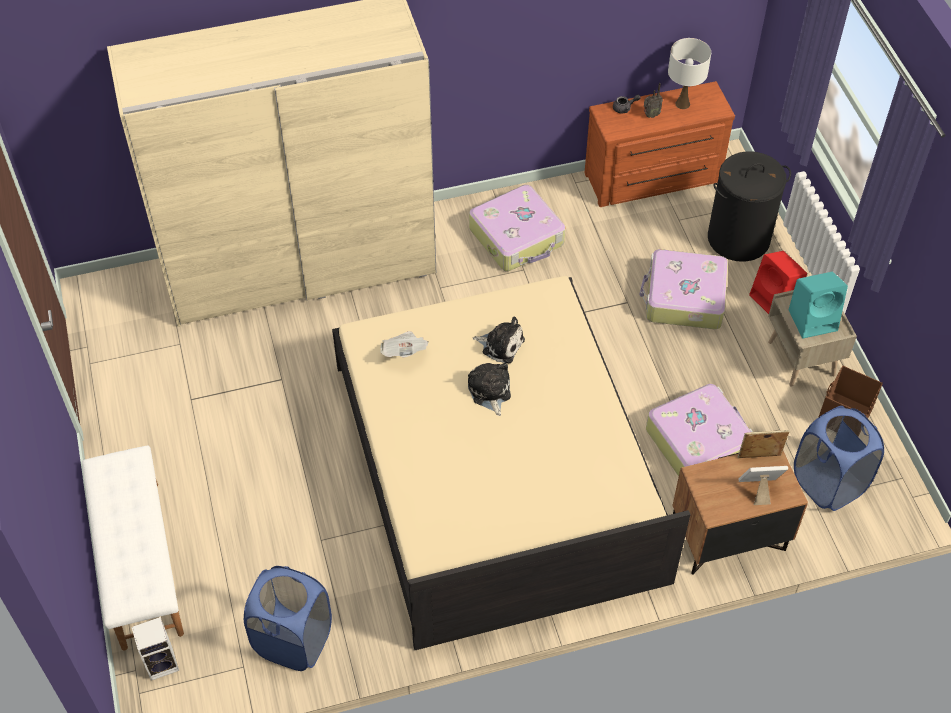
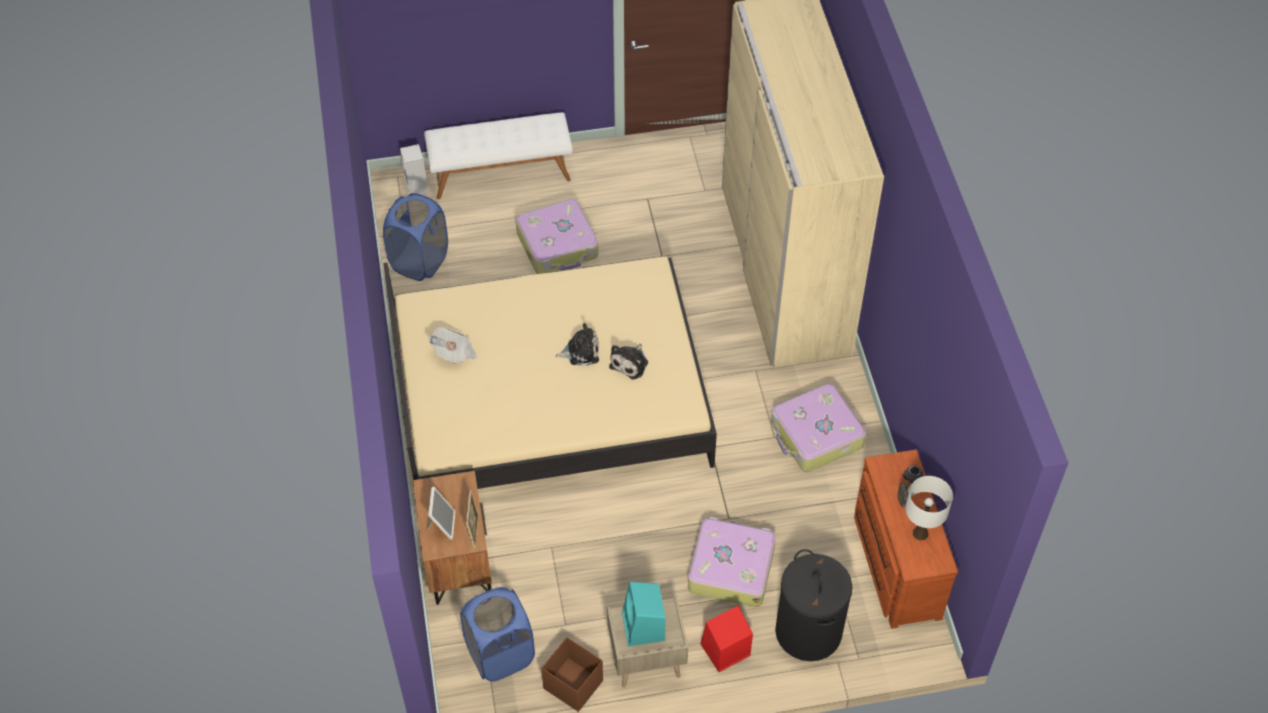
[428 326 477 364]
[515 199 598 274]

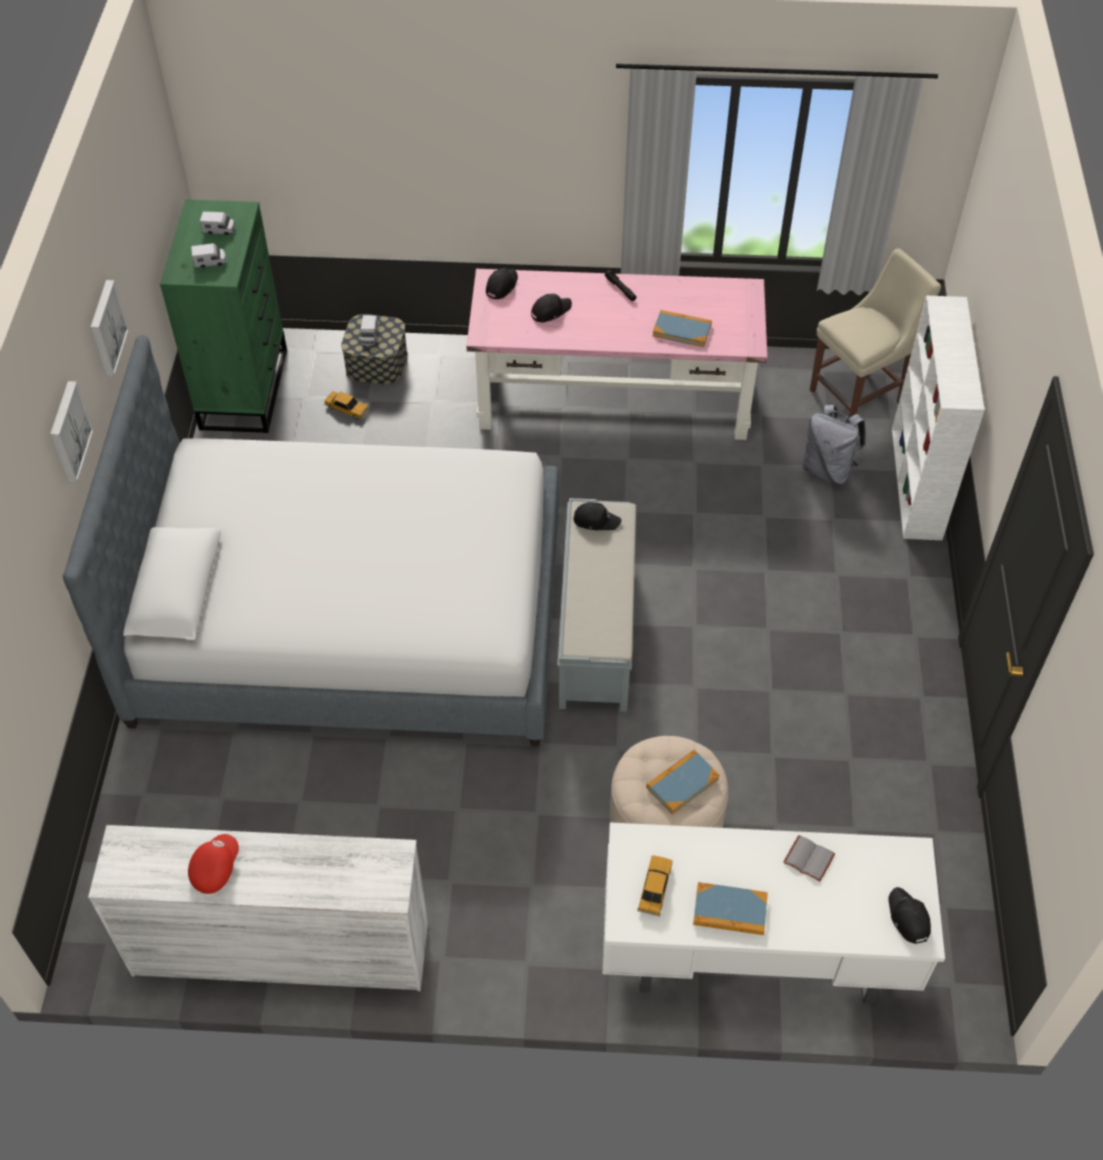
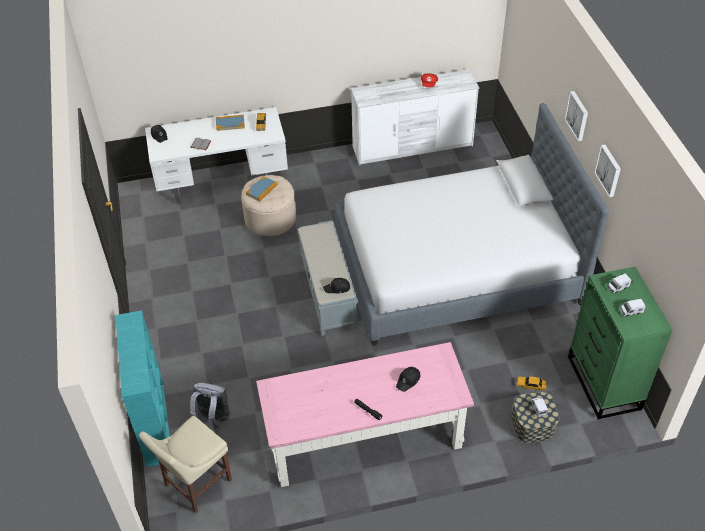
[486 268 518 299] (first image)
[652 310 712 347] (first image)
[115 310 170 467]

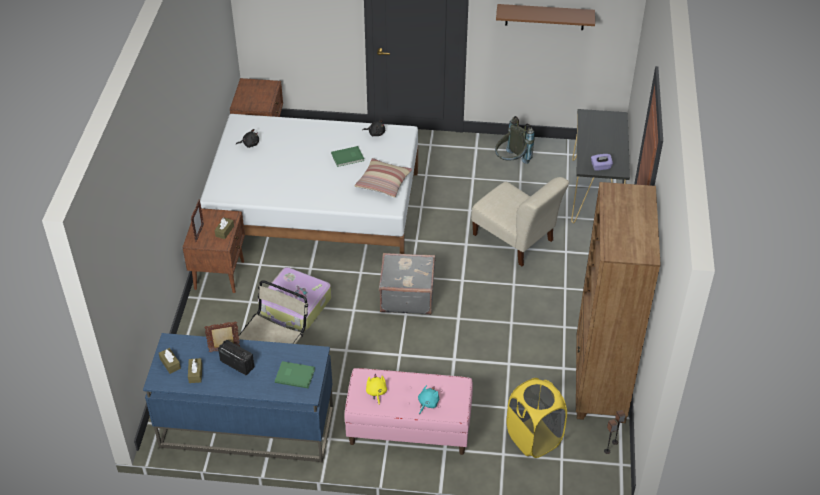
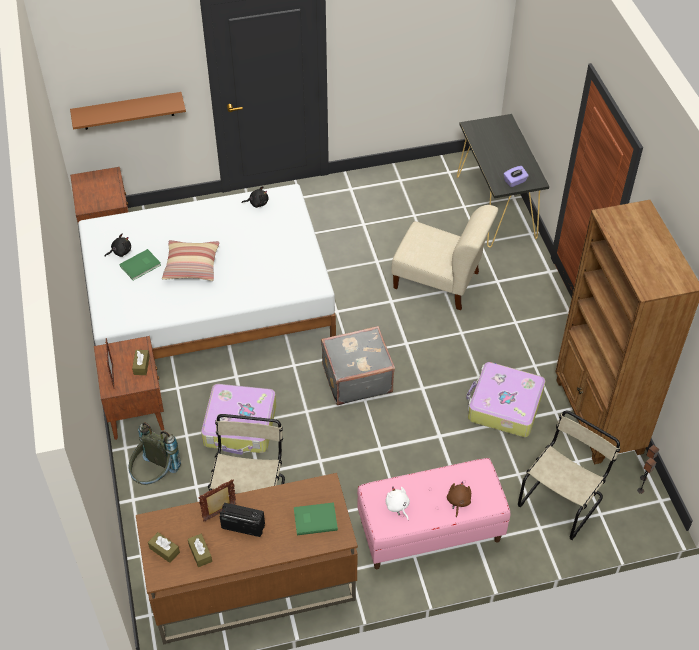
[136 473 358 645]
[119 249 161 280]
[162 240 219 281]
[385 487 410 520]
[447 481 471 517]
[129 422 181 485]
[70 92 186 130]
[518 411 620 540]
[466 362 545 437]

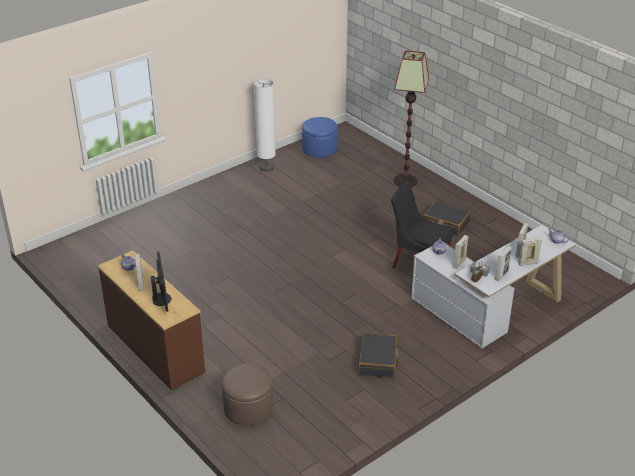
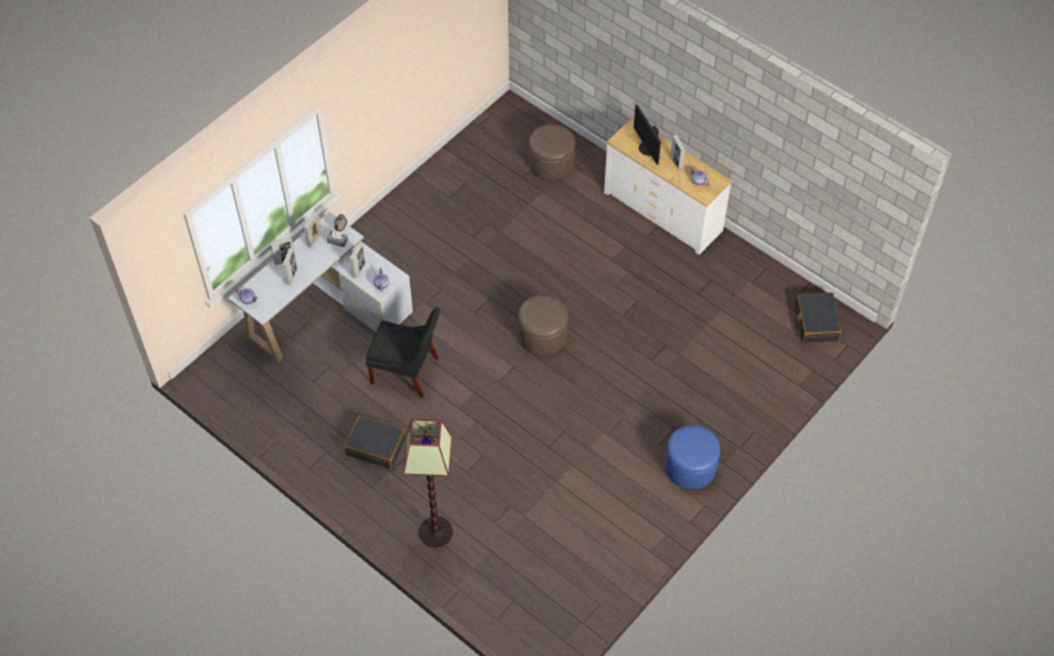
[604 118 732 255]
[254 79 276 172] (first image)
[665 425 720 489]
[795 292 842 343]
[518 295 568 356]

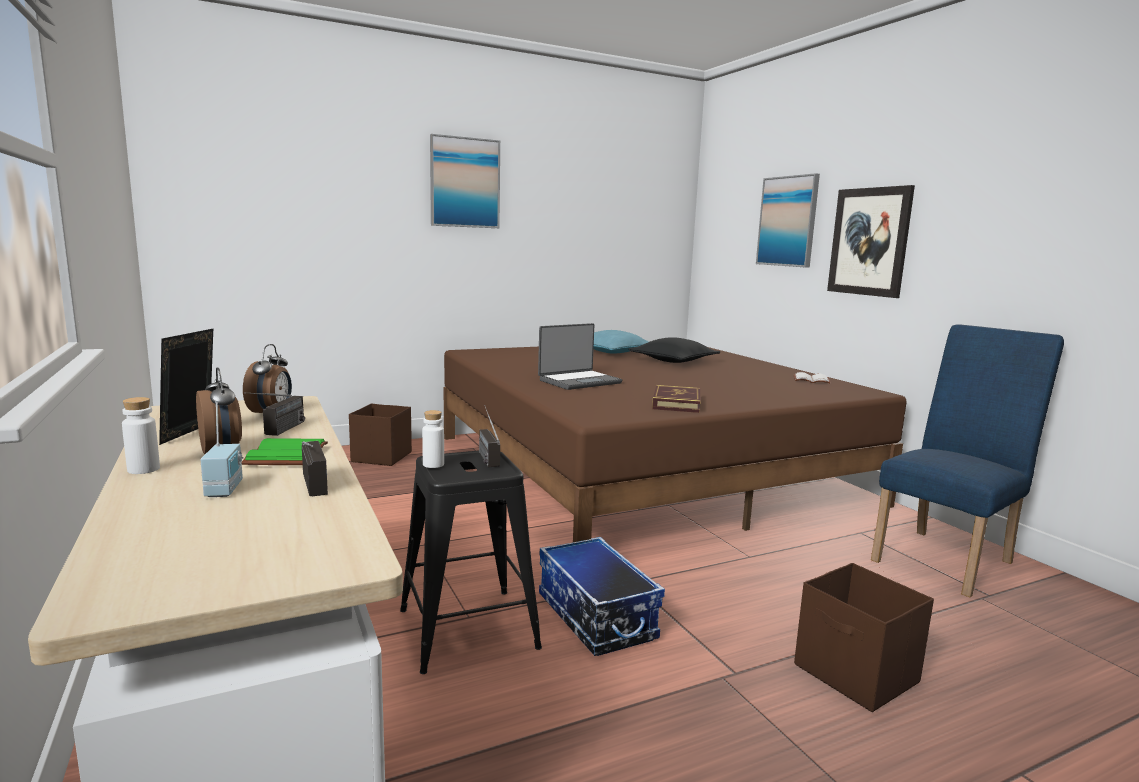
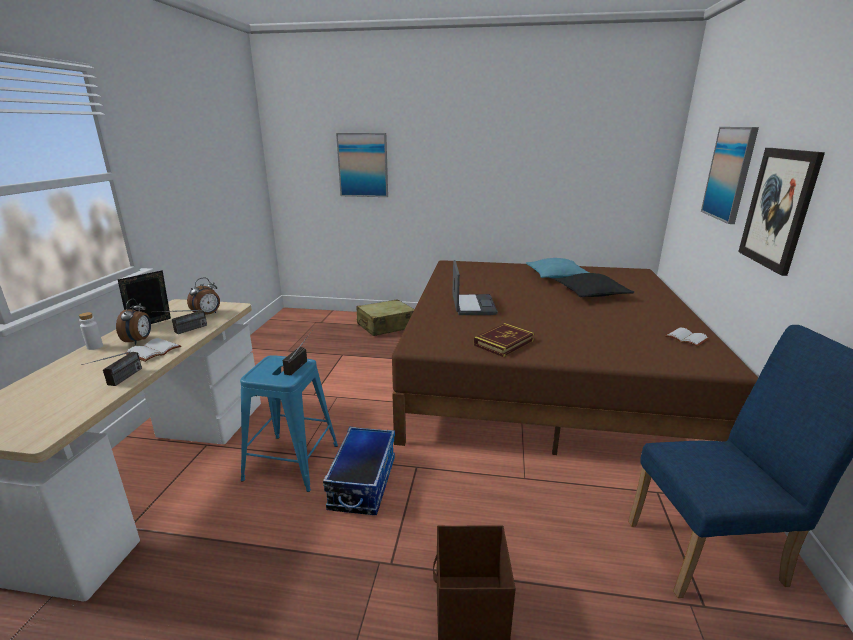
[200 401 243 497] (first image)
[125 338 181 362]
[356 299 415 336]
[240 355 338 492]
[422 410 444 468] (first image)
[336 133 388 197]
[452 260 498 315]

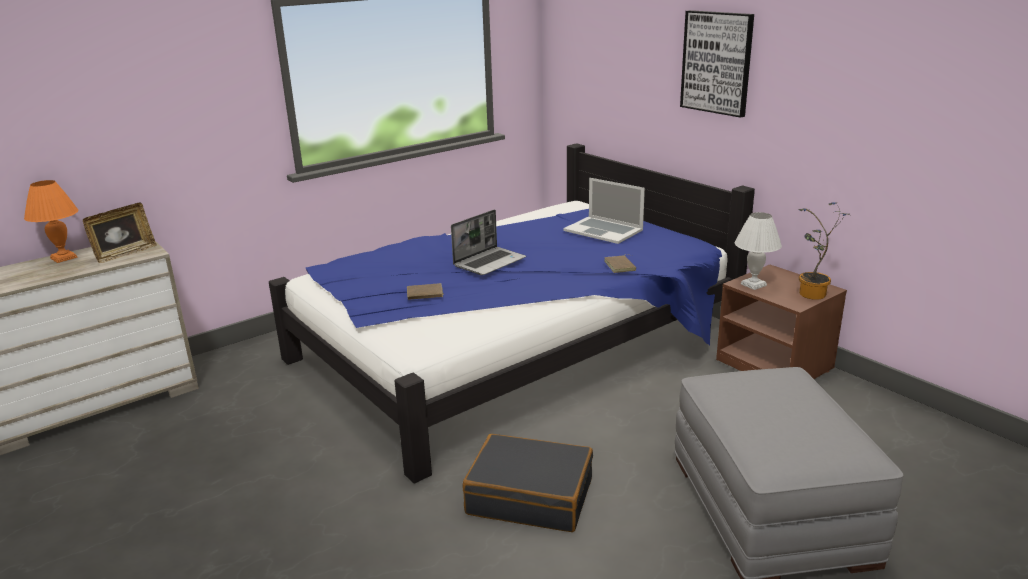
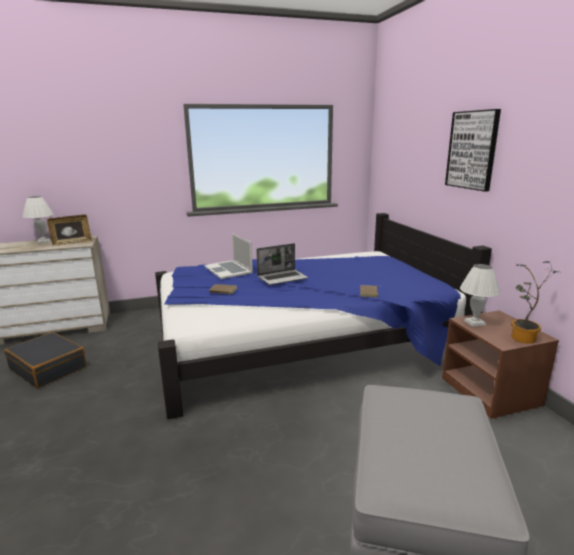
[22 196 54 243]
[4 332 86 388]
[204 233 253 279]

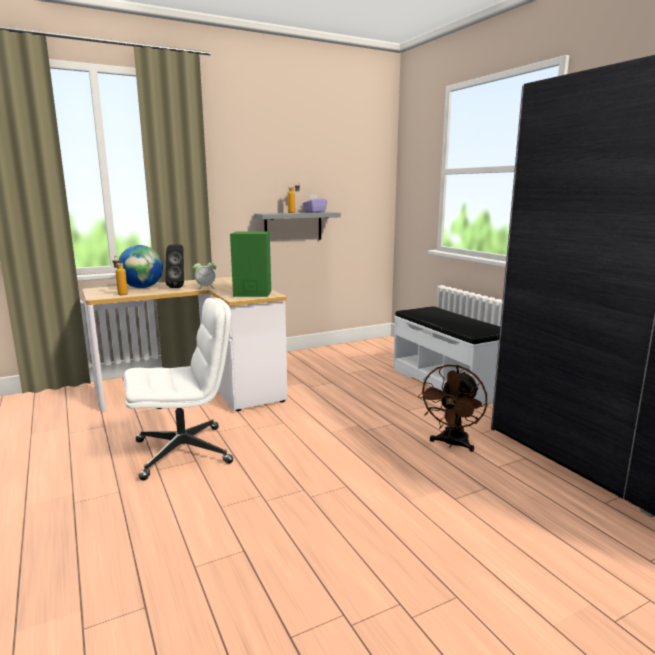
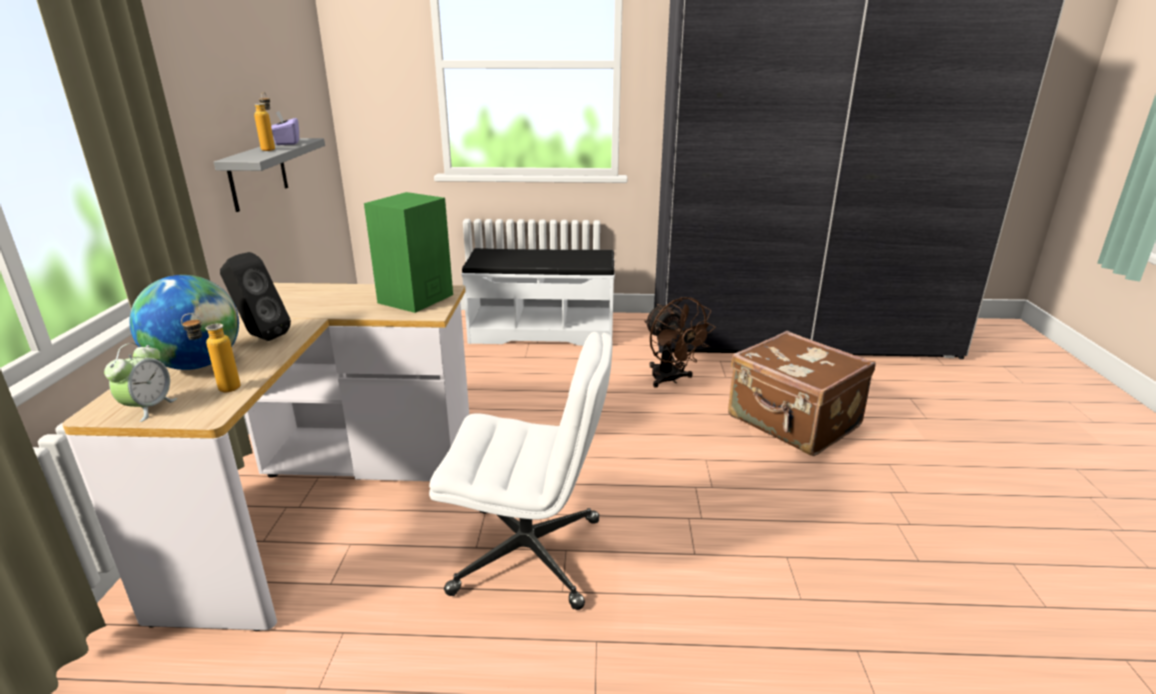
[429 332 612 610]
[104 343 178 422]
[728 331 876 456]

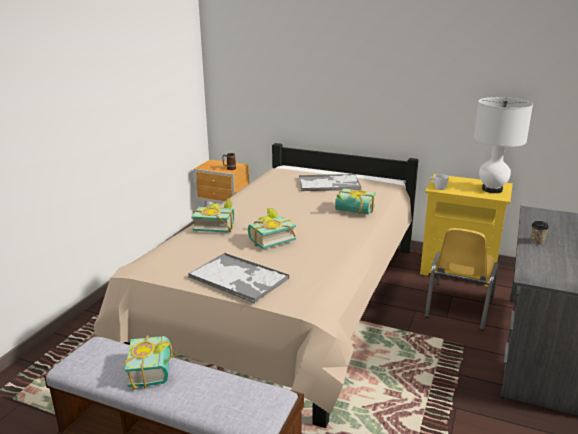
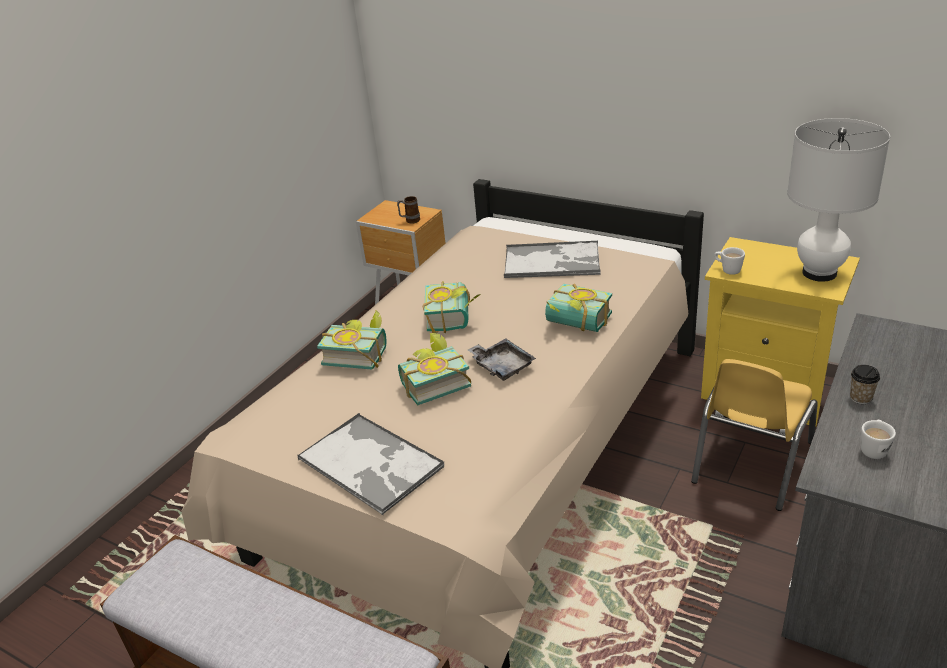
[423 281 481 333]
[468 338 536 381]
[861 420 896 459]

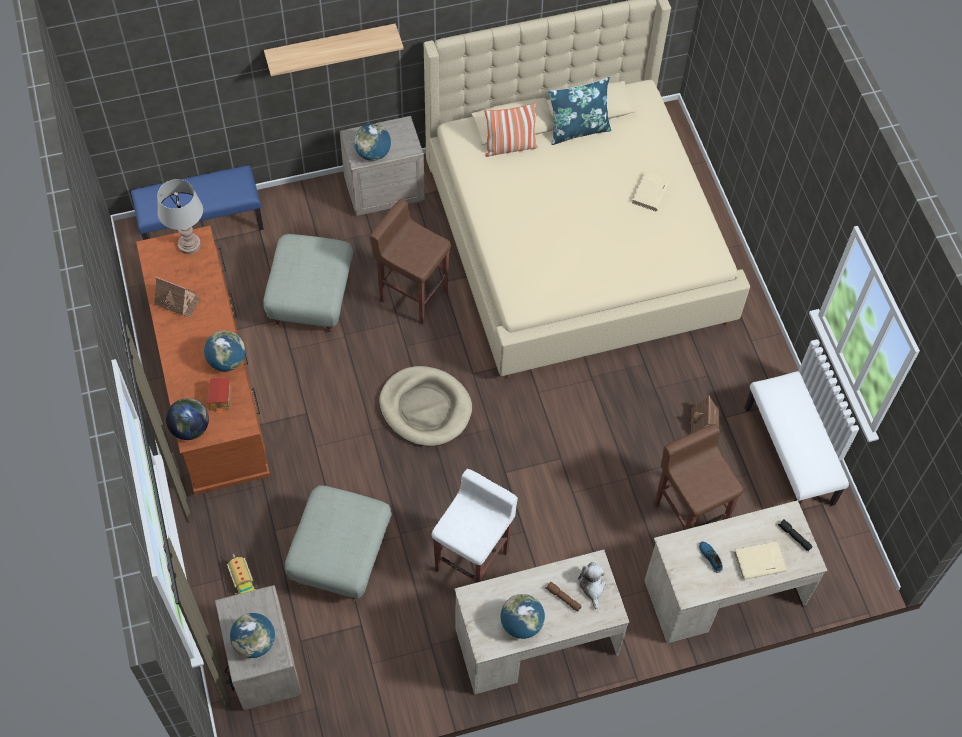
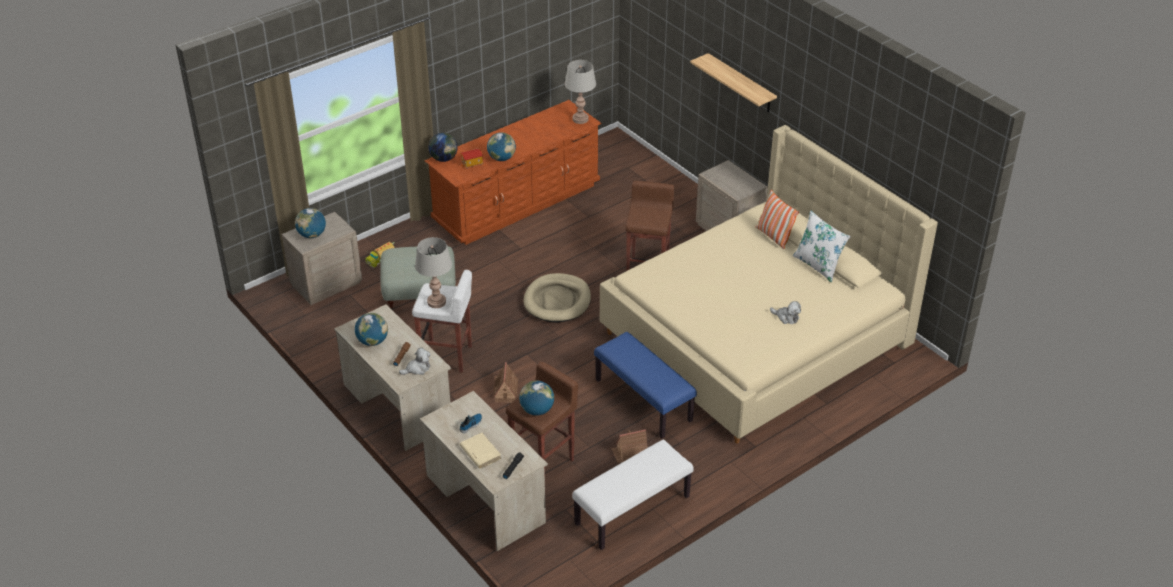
[594 332 697 438]
[493 362 518 403]
[263 234 353 334] (first image)
[519 380 554 416]
[793 211 851 283]
[770 301 801 324]
[415 237 452 308]

